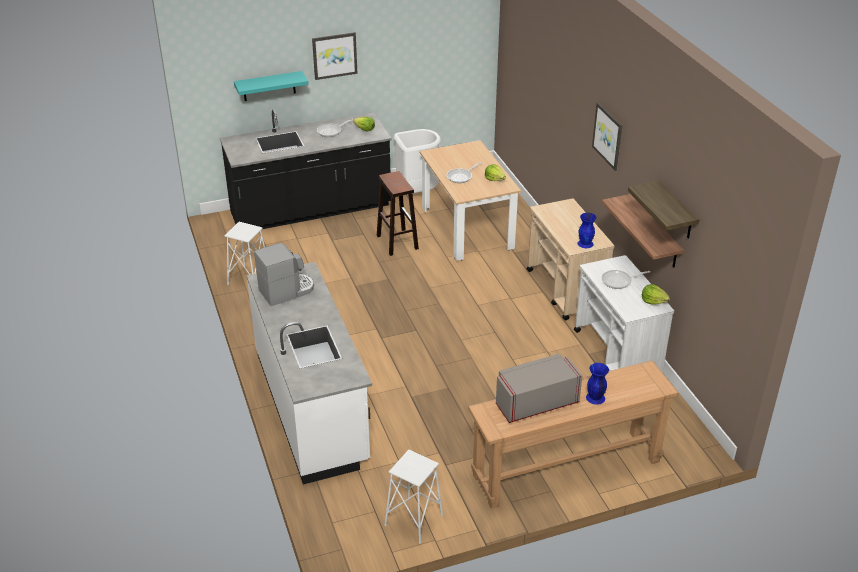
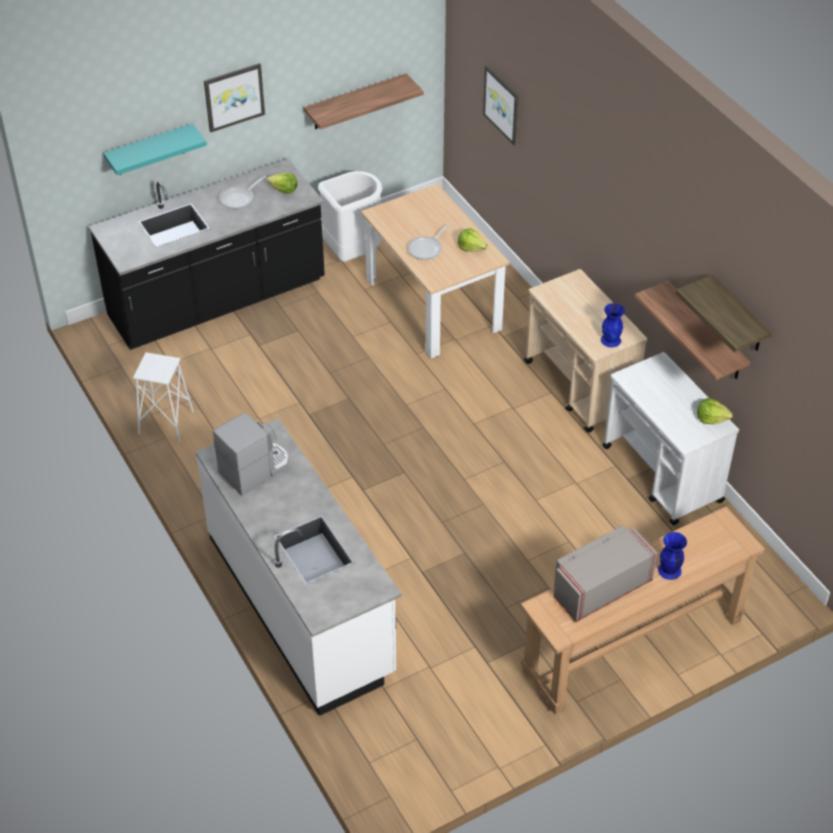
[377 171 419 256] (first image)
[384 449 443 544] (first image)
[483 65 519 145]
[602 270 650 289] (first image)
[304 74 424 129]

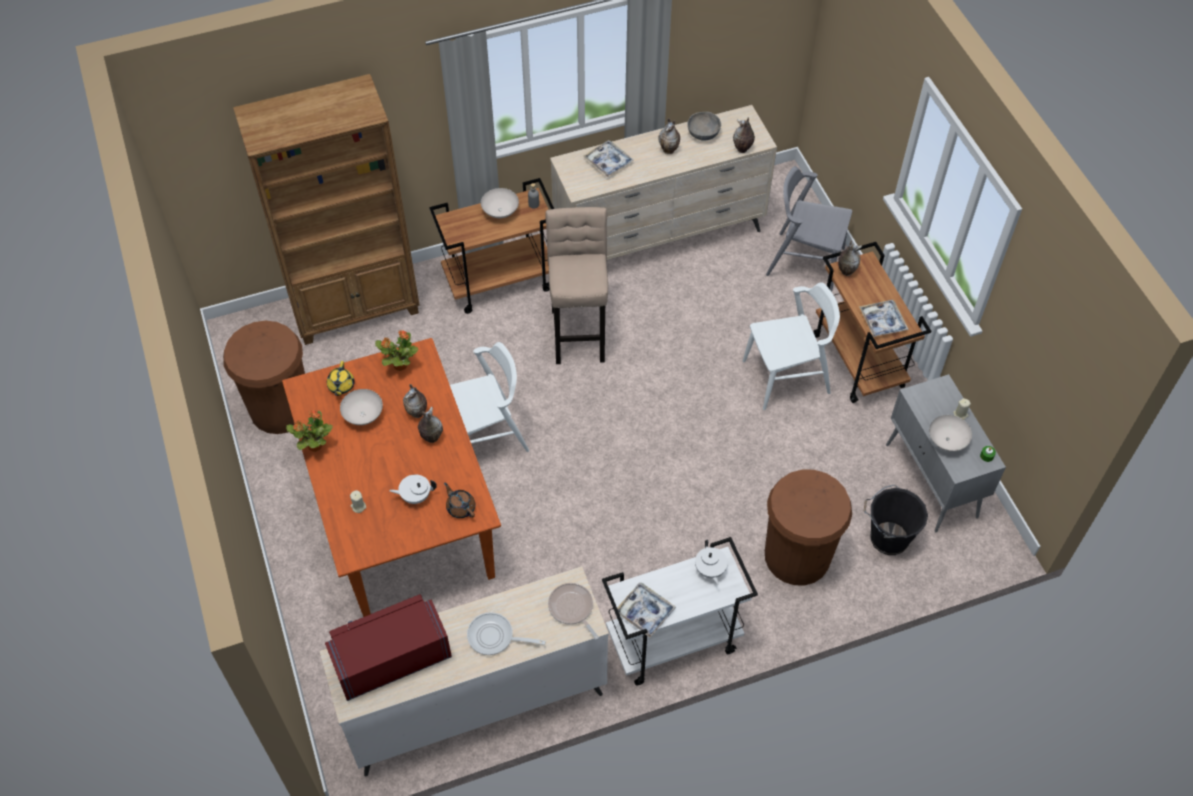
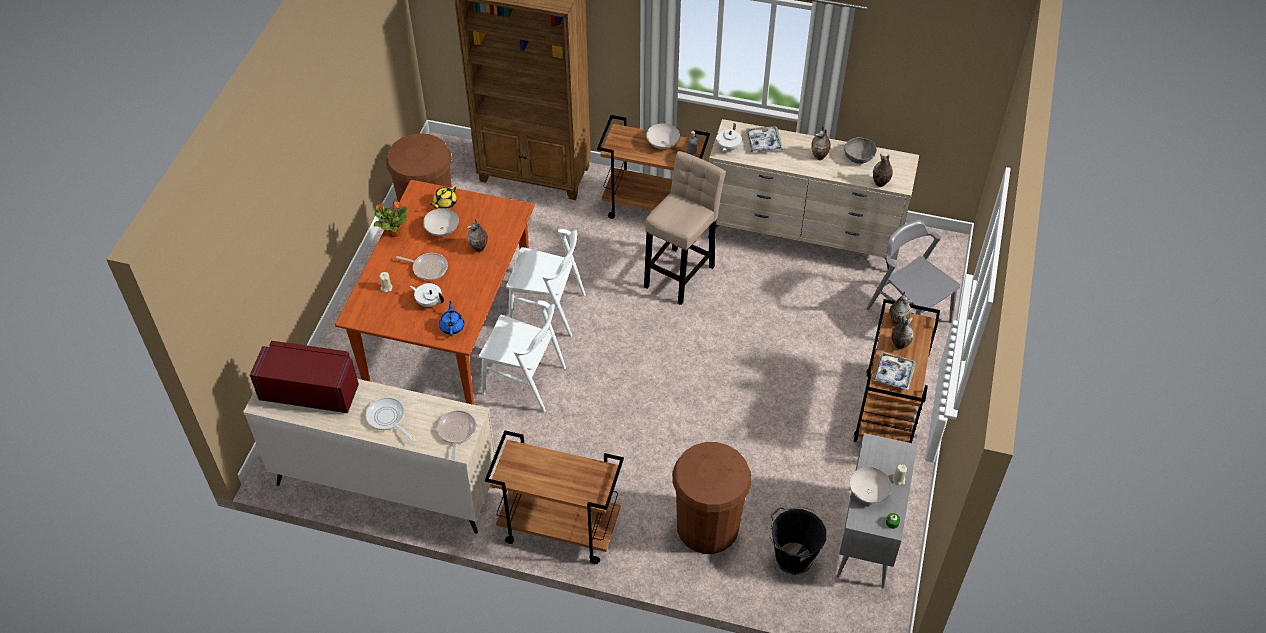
[375 330 419 371] (first image)
[892 316 914 349]
[439 301 464 336]
[485 430 624 564]
[614 583 676 637] (first image)
[716 123 741 152]
[479 300 566 412]
[396 253 448 280]

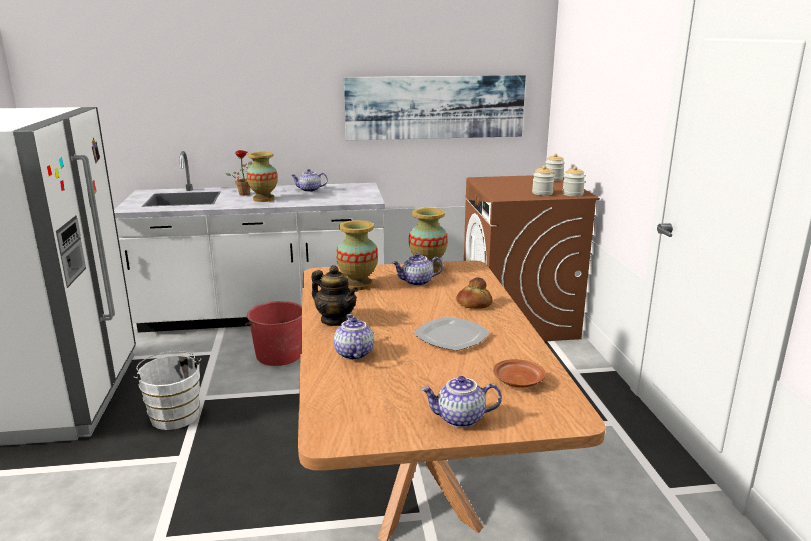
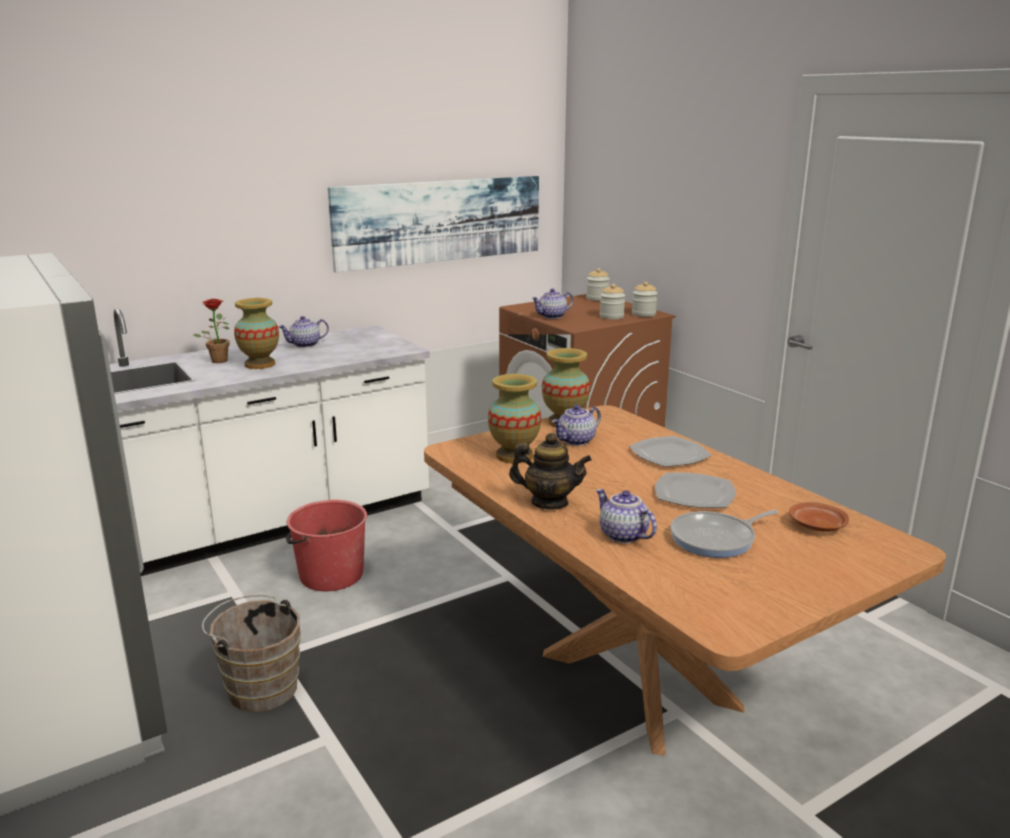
[202 595 301 712]
[531 288 573 319]
[629 436 712 467]
[670 510 778 558]

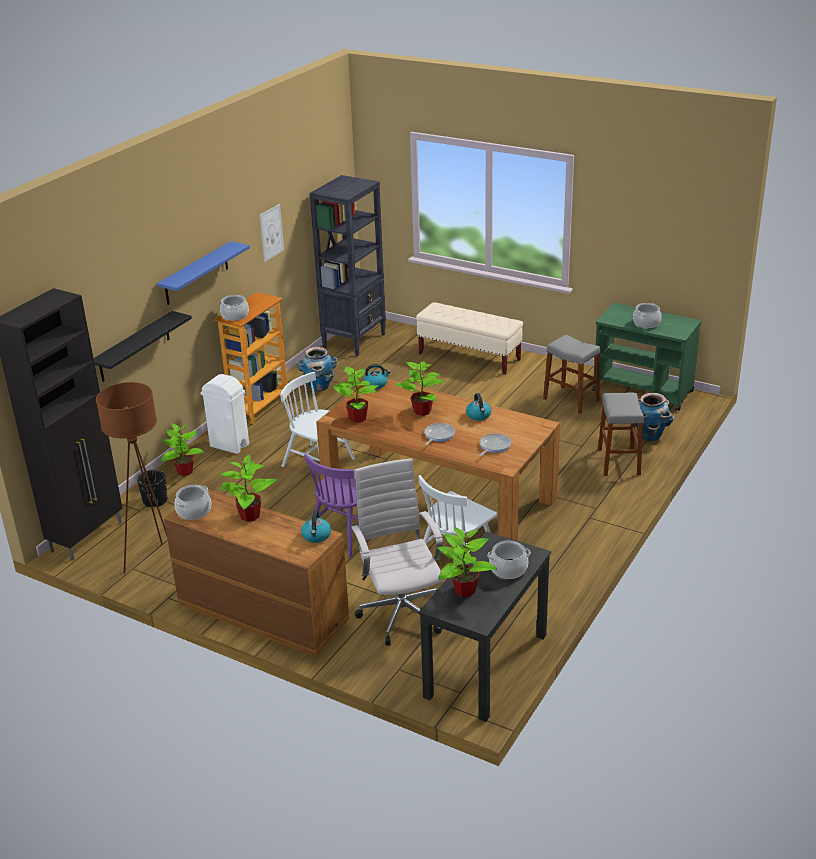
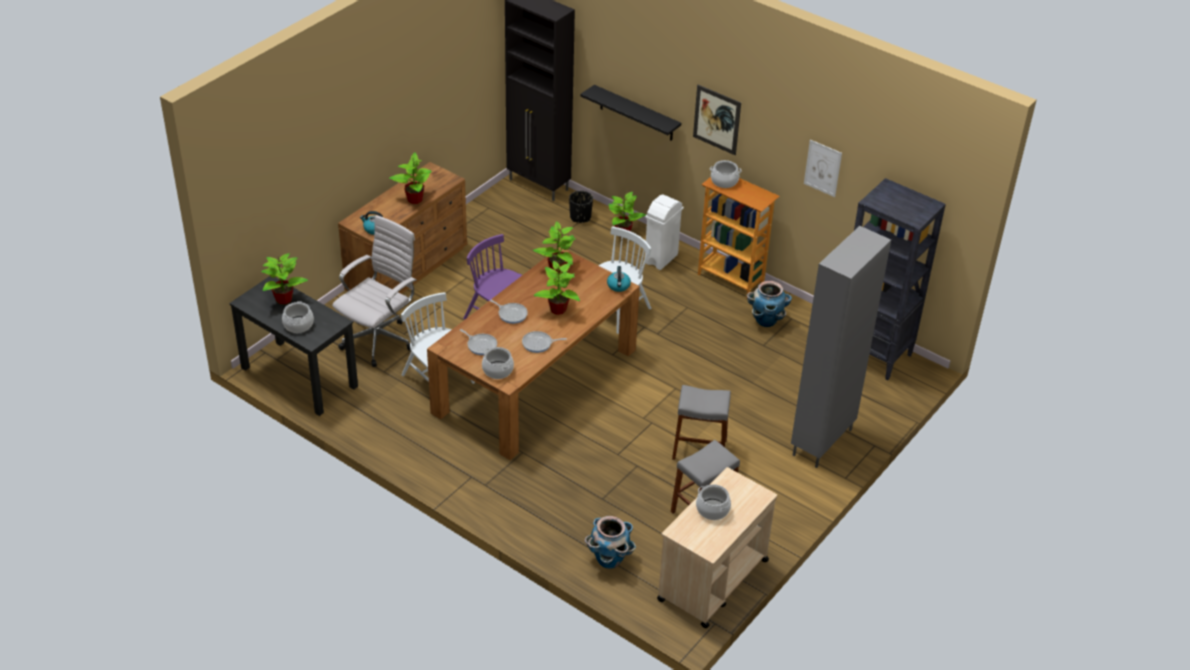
[96 382 167 574] (first image)
[693 85 741 155]
[482 347 514 379]
[332 215 417 367]
[791 226 891 468]
[522 331 567 353]
[657 467 777 628]
[672 385 731 460]

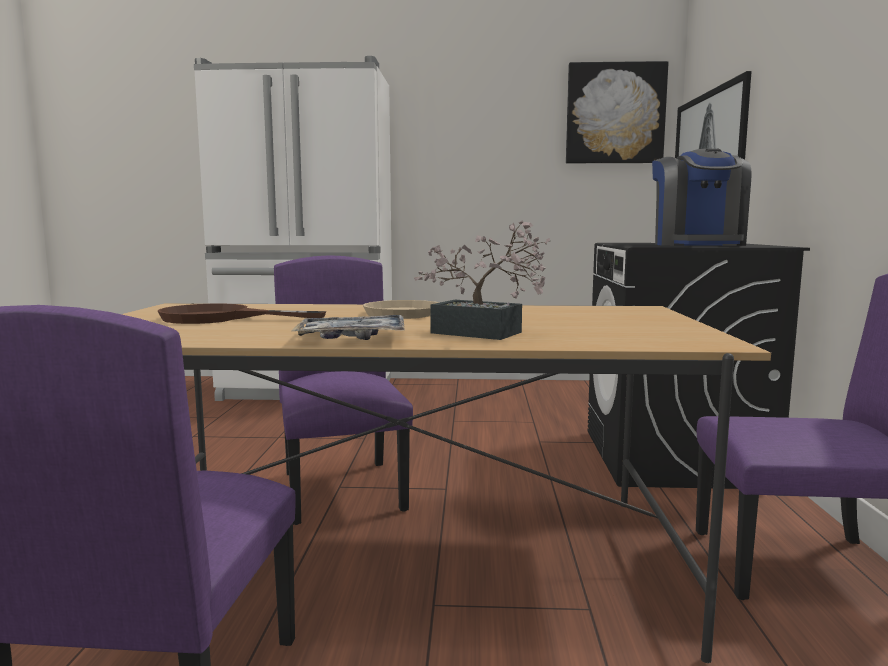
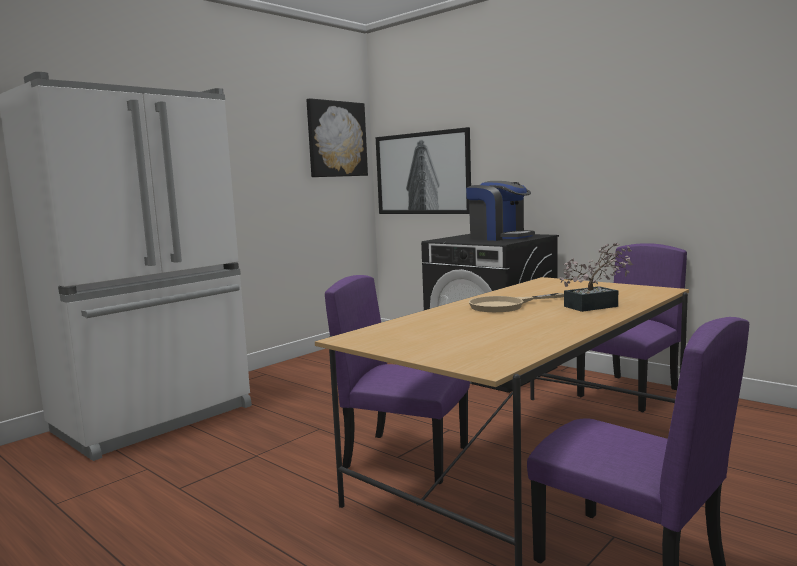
[158 304 326 324] (first image)
[292 315 405 340] (first image)

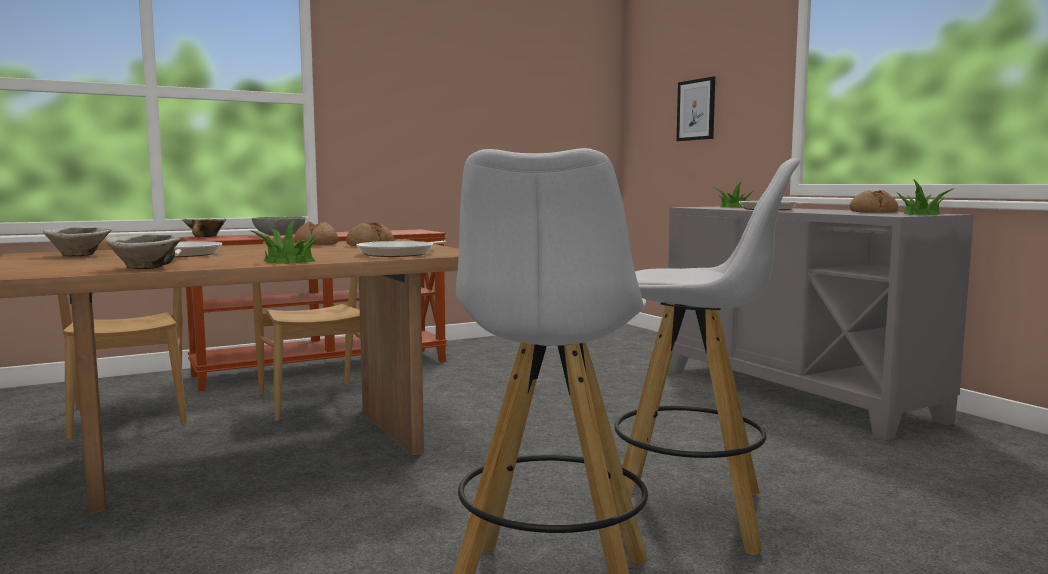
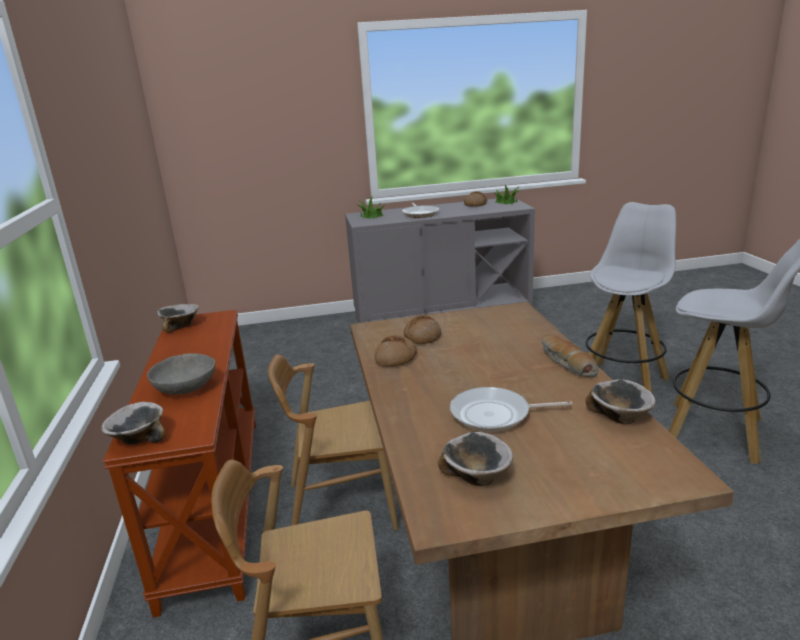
[542 336 599 378]
[356 241 446 257] (first image)
[676 77 715 141] (first image)
[157 304 199 333]

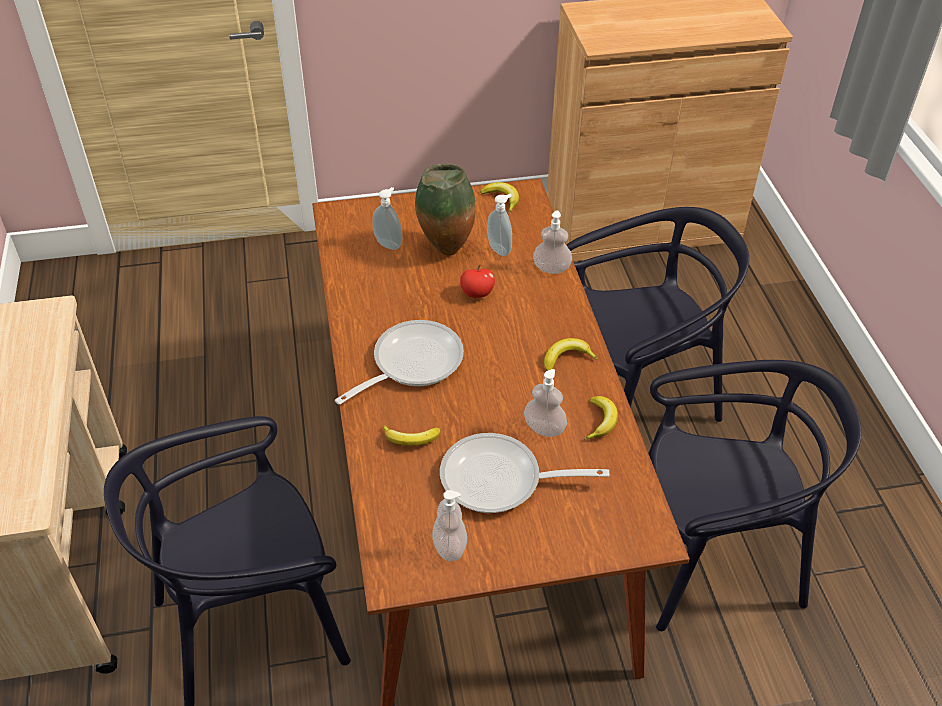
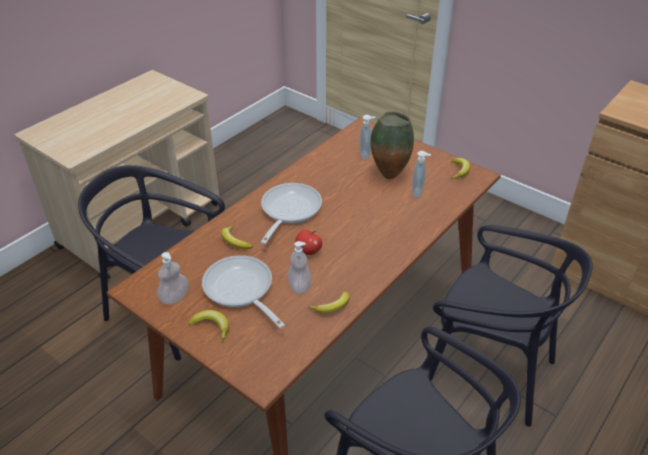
[261 183 322 244]
[295 230 322 255]
[533 210 572 274] (first image)
[189 310 229 341]

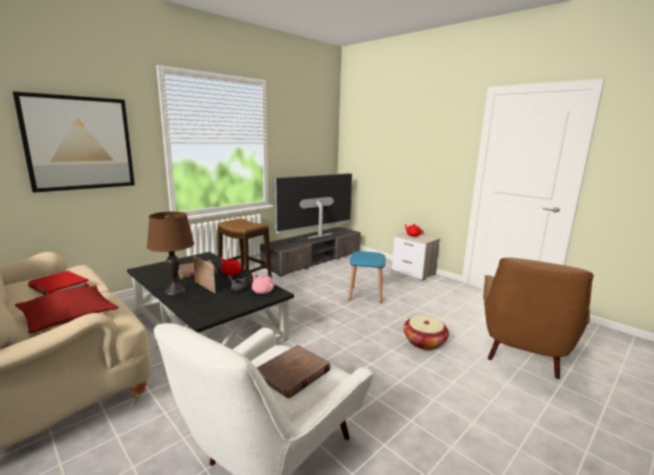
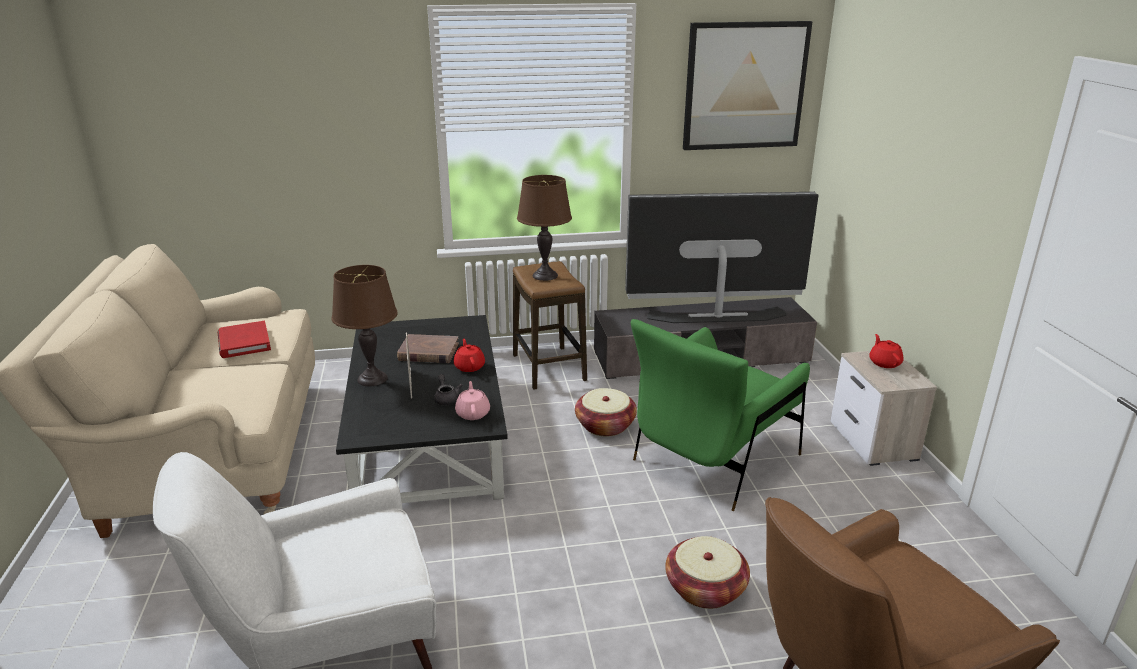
[683 21 813 150]
[15 285 118 333] (first image)
[257 345 331 398] (first image)
[631 319 810 511]
[517 175 572 281]
[575 388 637 436]

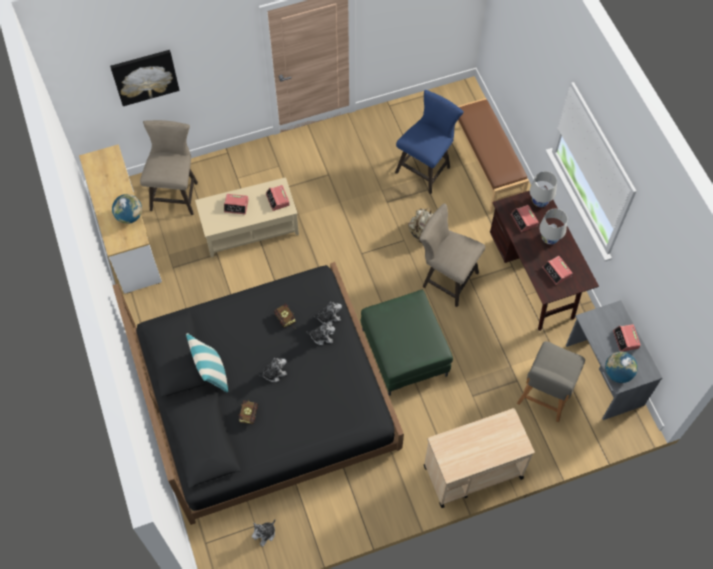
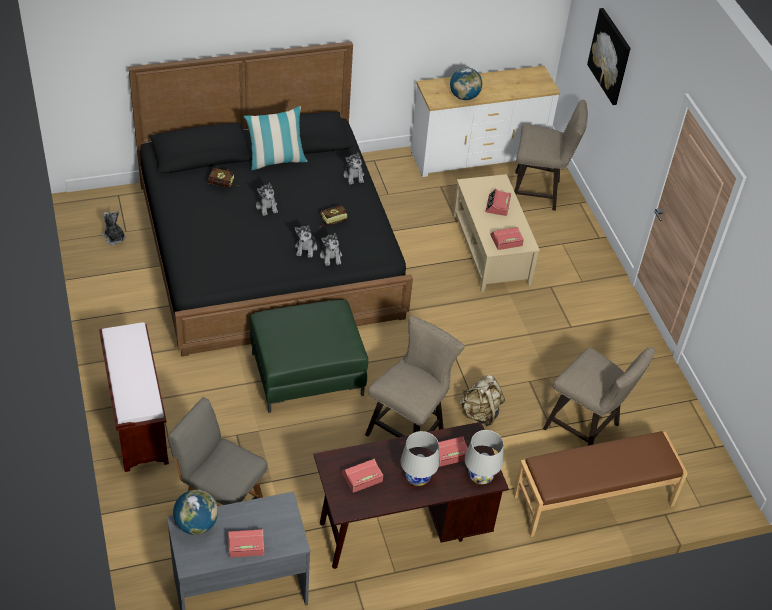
[543 347 655 446]
[99 322 169 472]
[344 153 364 184]

